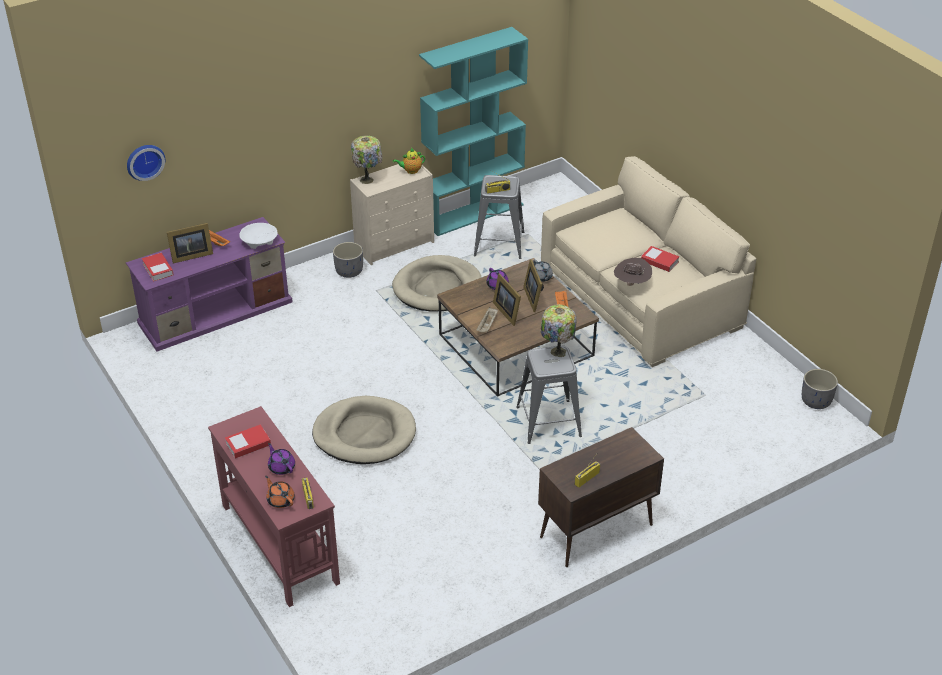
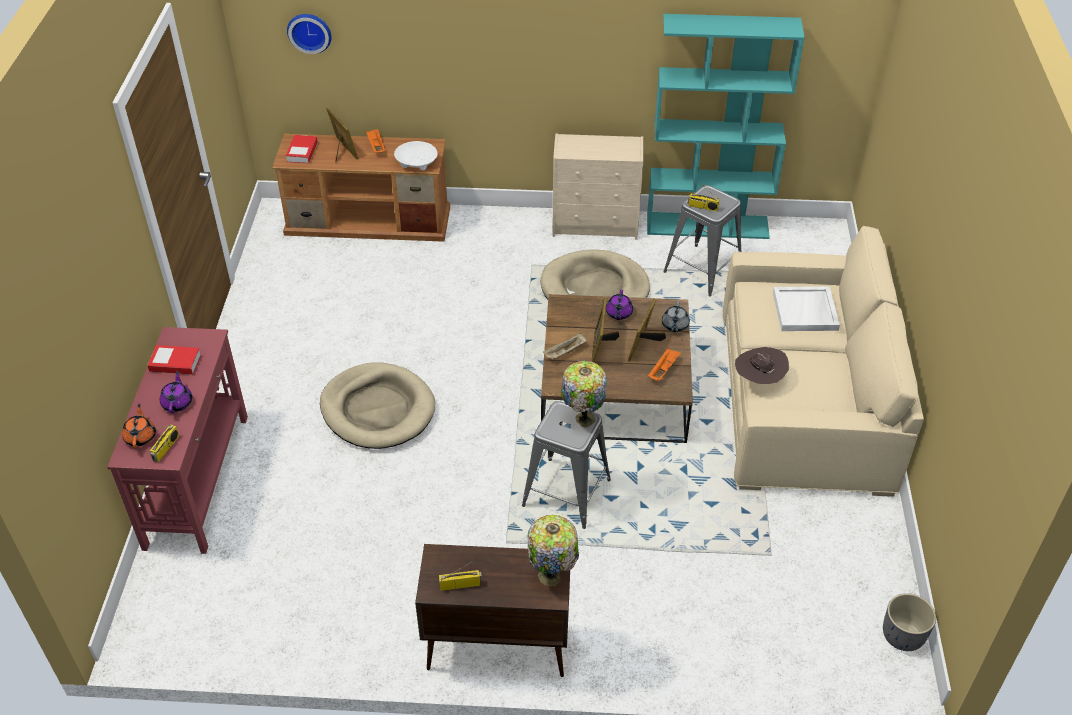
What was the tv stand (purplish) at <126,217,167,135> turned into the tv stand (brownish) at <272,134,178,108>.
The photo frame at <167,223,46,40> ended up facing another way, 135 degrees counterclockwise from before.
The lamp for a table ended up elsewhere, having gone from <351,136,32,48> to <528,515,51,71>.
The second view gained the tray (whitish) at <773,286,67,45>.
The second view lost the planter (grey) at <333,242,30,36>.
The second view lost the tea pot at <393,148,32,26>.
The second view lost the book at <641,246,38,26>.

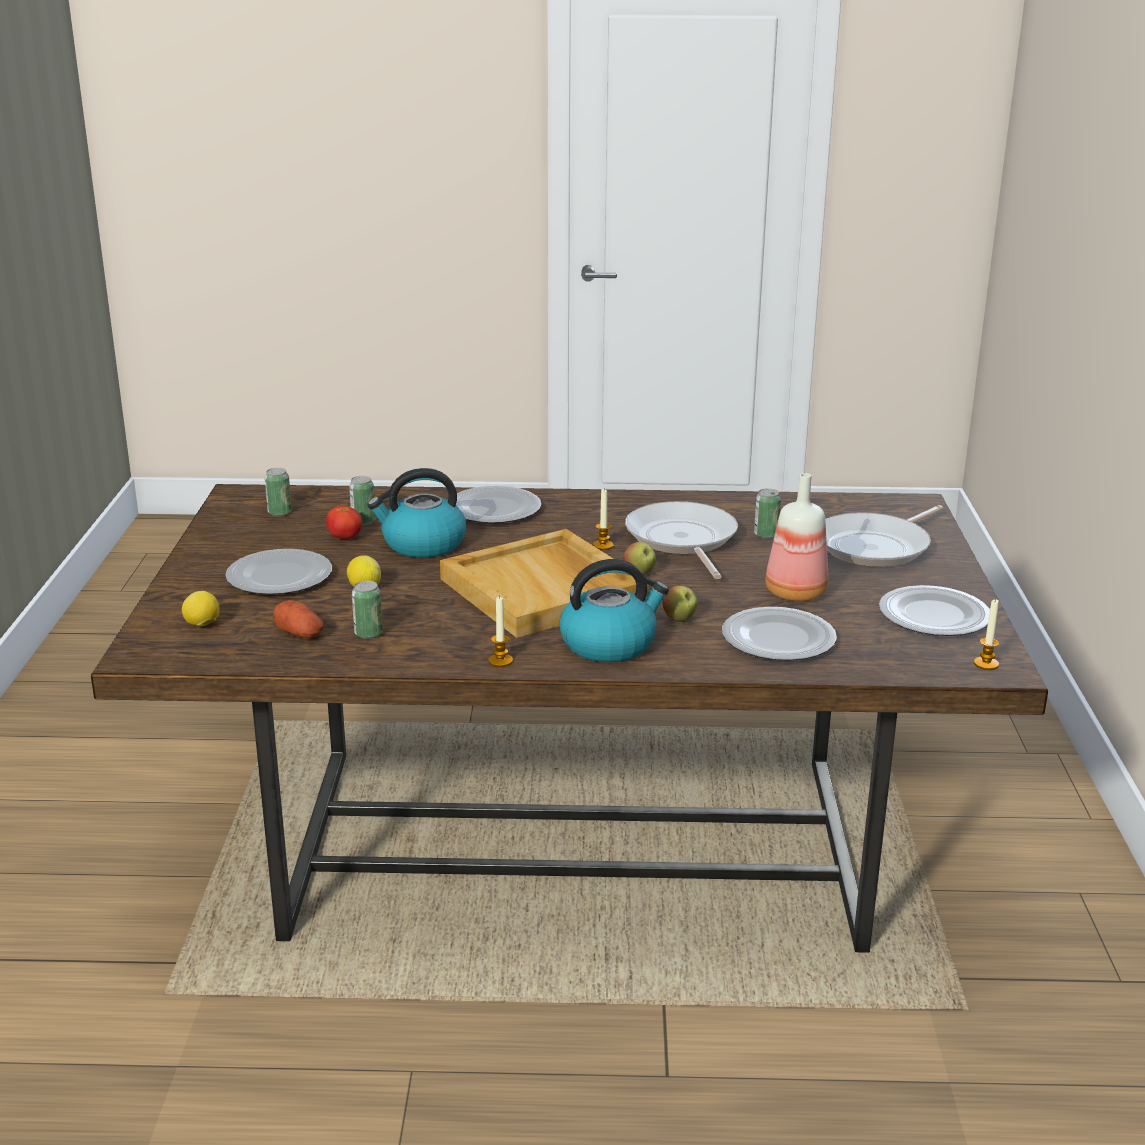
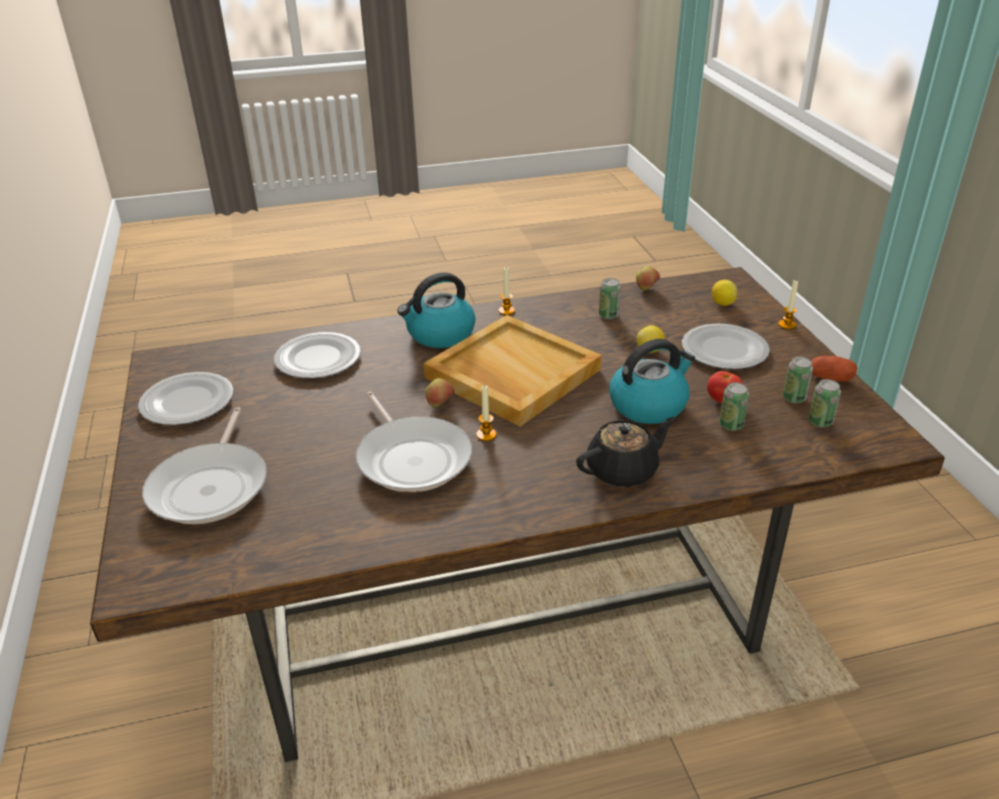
The pan at <825,505,118,62> ended up facing another way, 150 degrees clockwise from before.
Where the plate stood at <456,486,85,37>, the tea pot (blackish) came to stand at <576,417,99,70>.
The apple fruit ended up elsewhere, having gone from <663,586,34,36> to <636,266,24,25>.
The candle ended up elsewhere, having gone from <974,599,25,71> to <778,280,20,49>.
The metal can ended up elsewhere, having gone from <754,488,27,51> to <783,357,30,46>.
The potato ended up elsewhere, having gone from <273,600,51,38> to <811,356,47,26>.
The second view lost the beverage bottle at <765,473,63,129>.

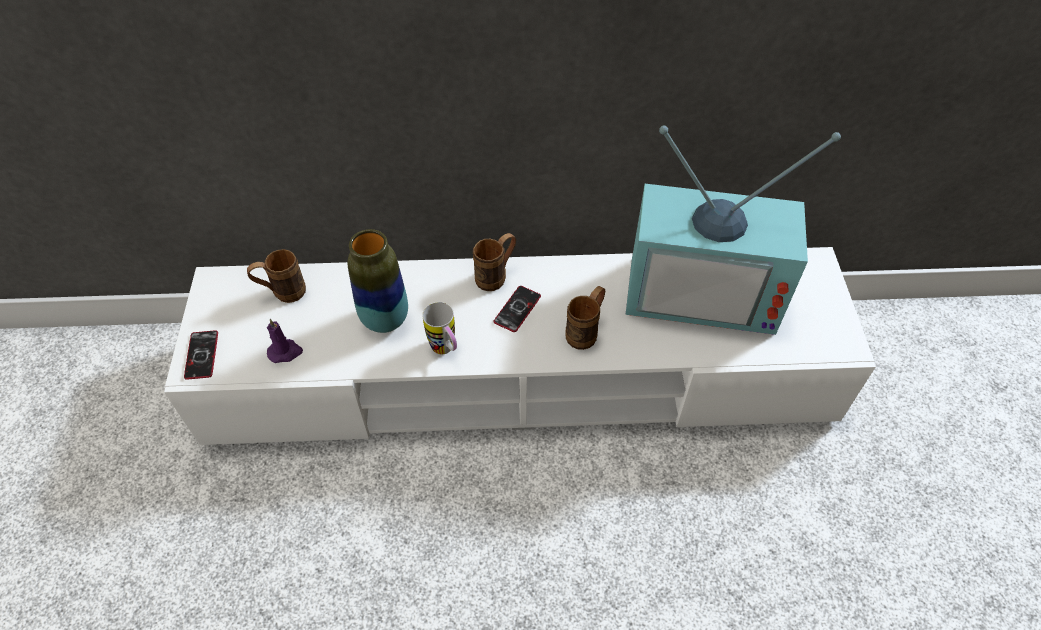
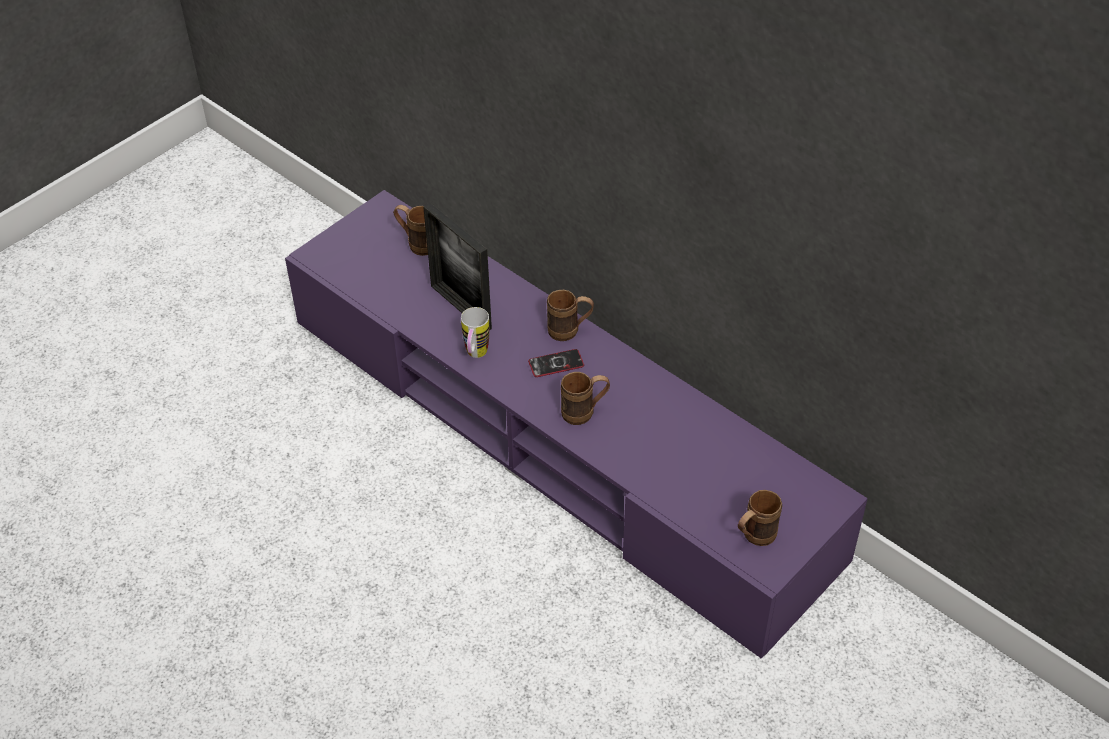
What was the tv stand (whitish) at <164,247,712,198> turned into the tv stand (purplish) at <285,190,583,468>.
Where the decorative vase stood at <347,229,61,104>, the photo frame came to stand at <423,203,69,127>.
The second view gained the tea mug (brownish) at <738,490,44,56>.
The second view lost the handset at <184,330,34,50>.
The second view lost the candle (purplish) at <267,319,36,44>.
The second view lost the TV set at <626,126,215,209>.

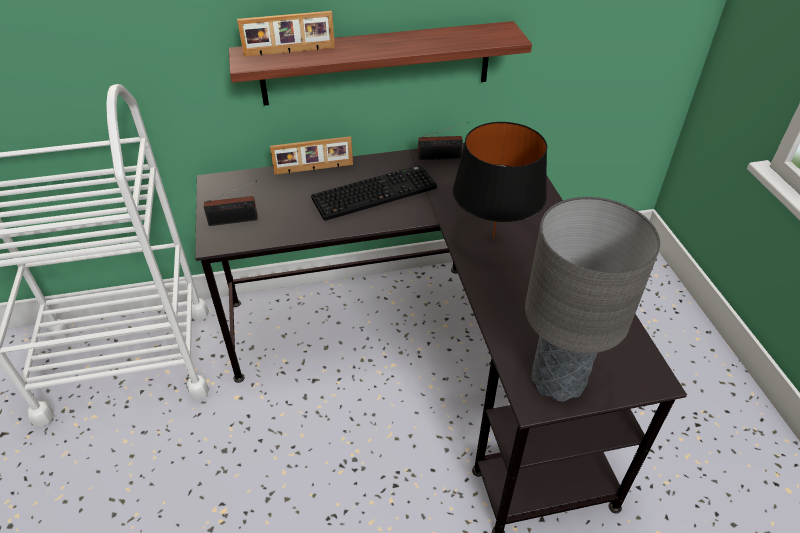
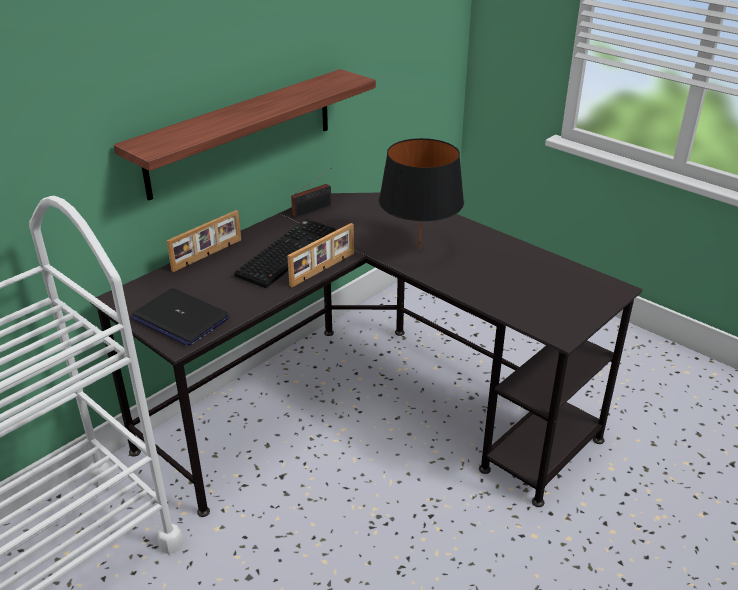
Where the radio stood at <204,181,54,45>, the notebook computer came to stand at <131,288,99,58>.
The photo frame ended up elsewhere, having gone from <237,11,98,46> to <287,223,67,64>.
The second view lost the lamp for a table (grey) at <525,197,135,205>.

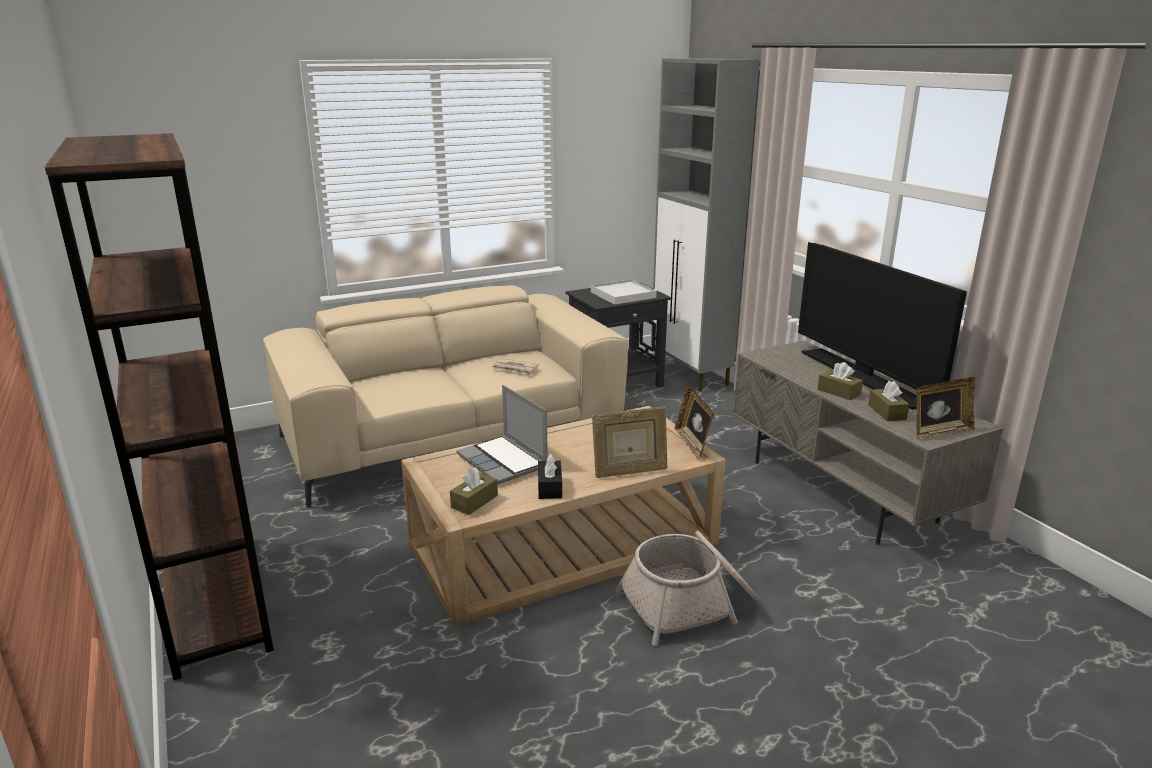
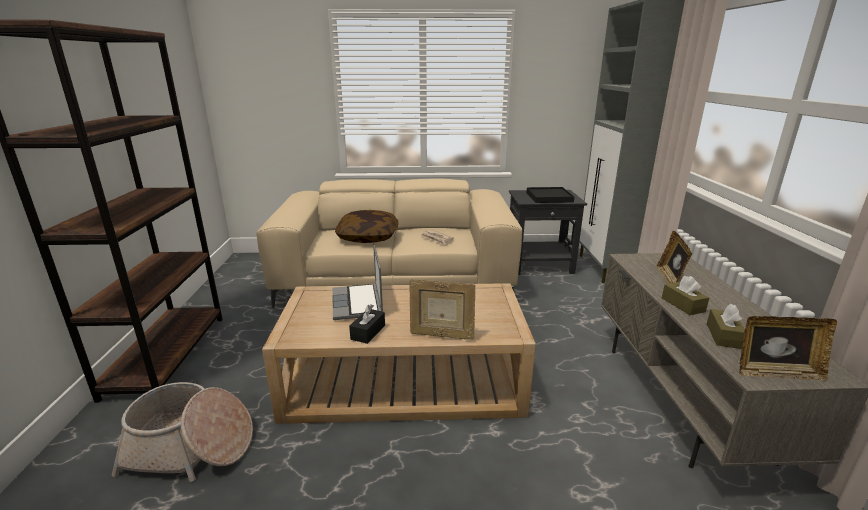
The basket ended up elsewhere, having gone from <615,531,143,115> to <112,382,141,100>.
The second view gained the throw pillow at <335,210,64,33>.
What was the tray (whitish) at <591,279,66,26> turned into the tray (blackish) at <526,187,48,16>.
The photo frame ended up elsewhere, having gone from <675,386,39,73> to <657,231,35,53>.
The second view lost the box of tissues (brownish) at <450,467,48,48>.
The second view lost the TV set at <798,242,169,168>.

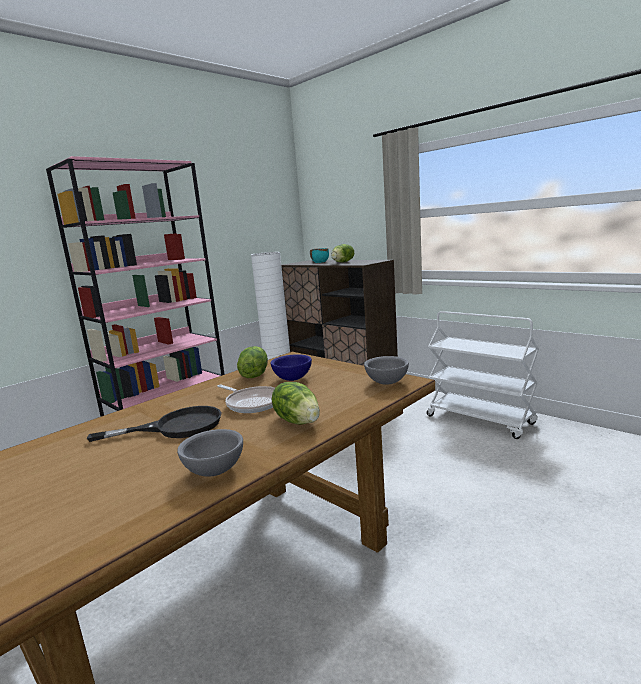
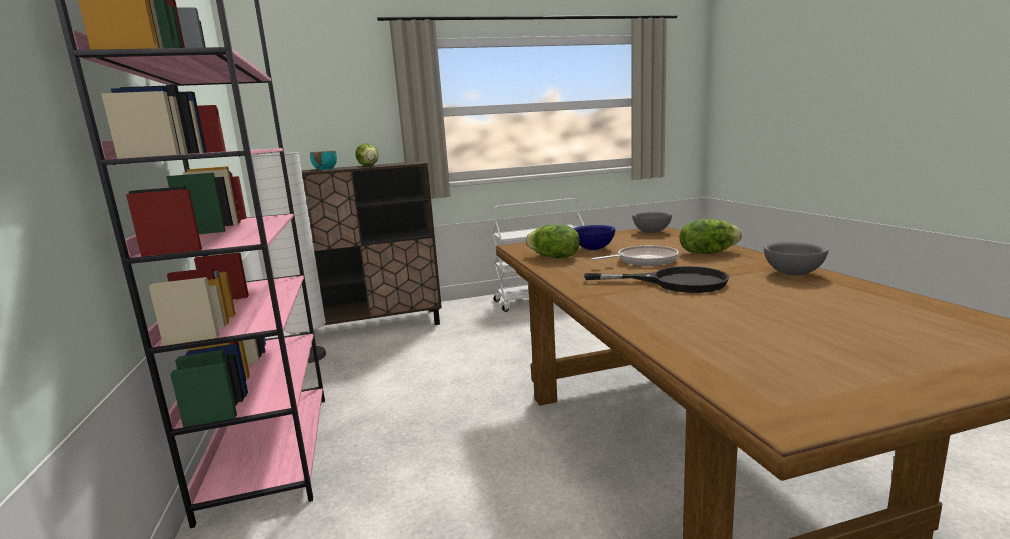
The pan (blackish) at <87,406,134,36> ended up facing another way, 90 degrees clockwise from before.

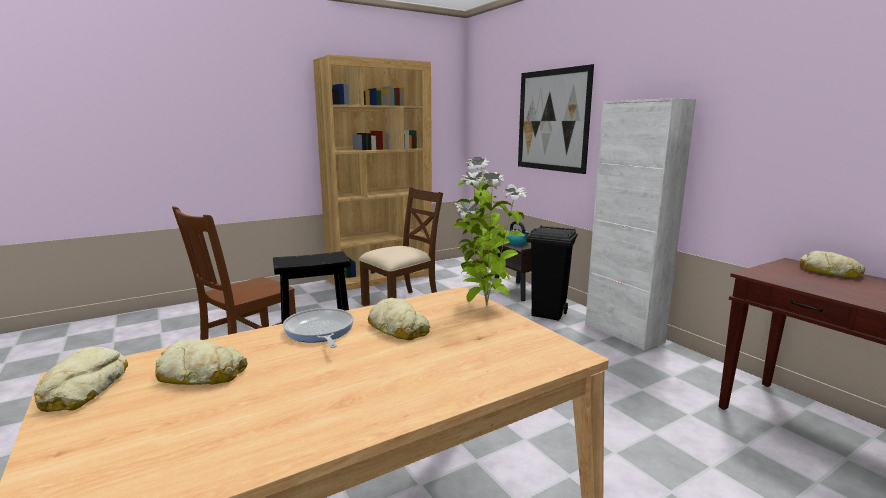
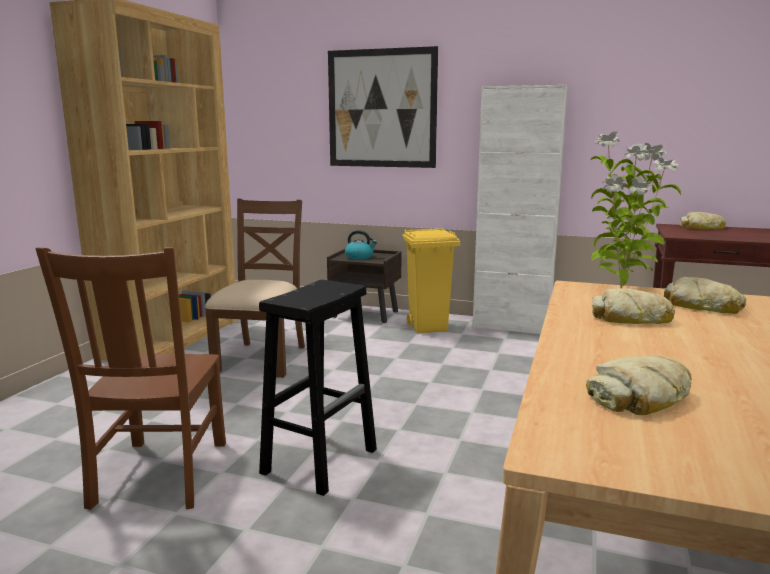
What was the rubbish bin (blackish) at <526,225,52,96> turned into the rubbish bin (yellow-coloured) at <402,228,58,105>.
The bakery bread ended up elsewhere, having gone from <34,346,94,66> to <664,277,82,37>.
The second view lost the pan at <283,308,71,40>.

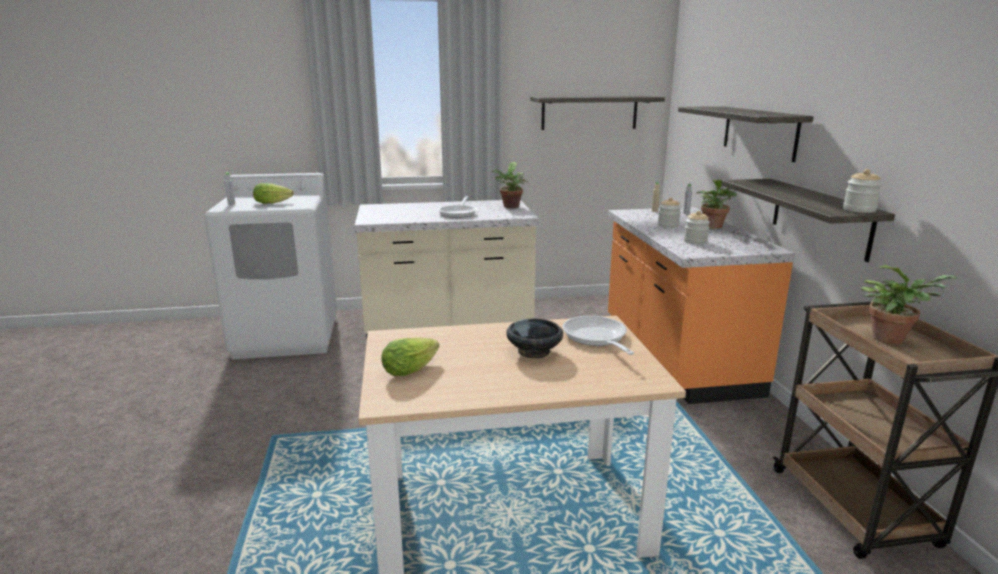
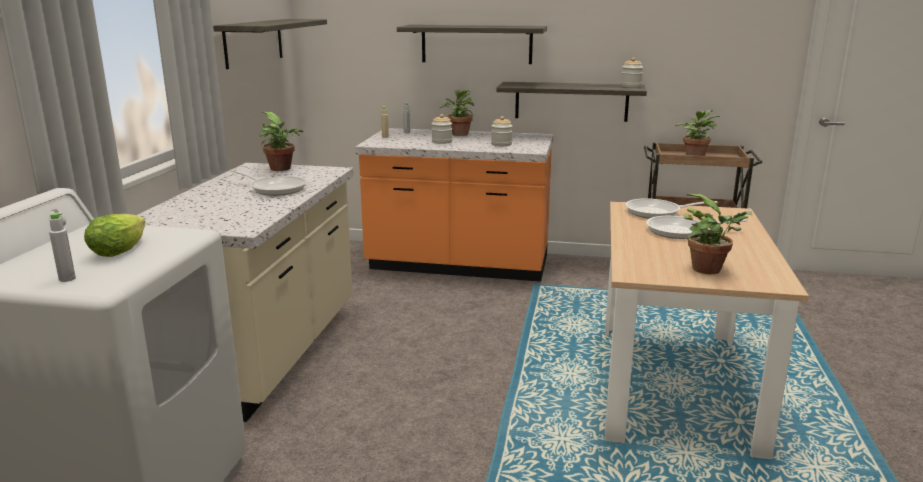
Where the bowl (blackish) stood at <506,318,57,40>, the pan came to stand at <646,216,101,23>.
Where the lettuce head stood at <381,338,58,38>, the plant in a pot came to stand at <683,193,69,81>.

